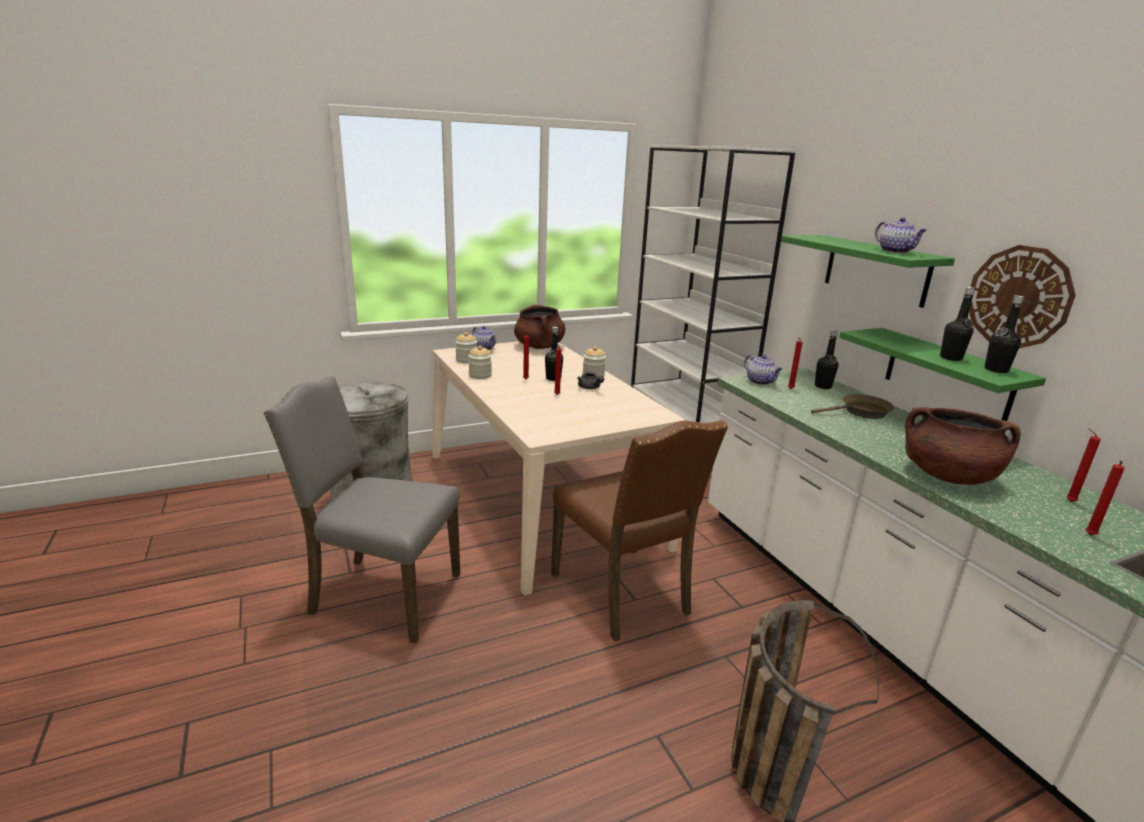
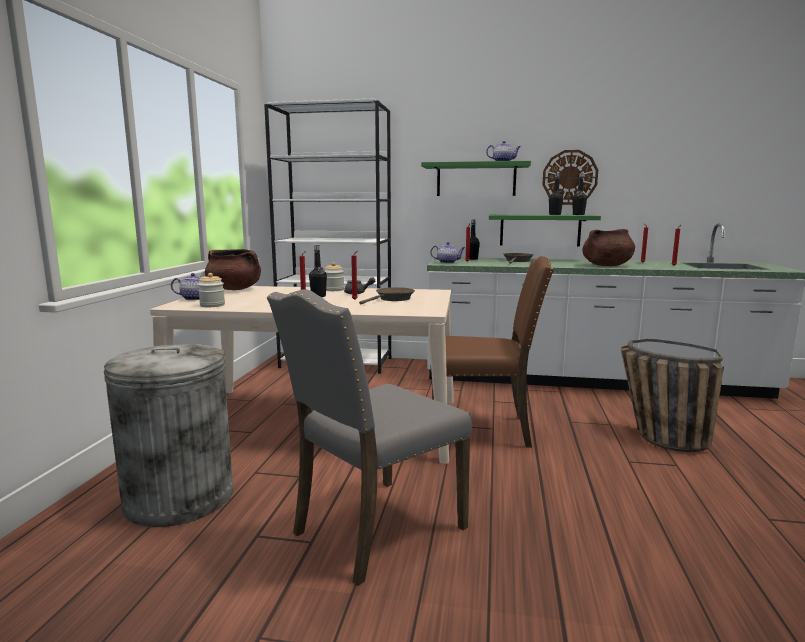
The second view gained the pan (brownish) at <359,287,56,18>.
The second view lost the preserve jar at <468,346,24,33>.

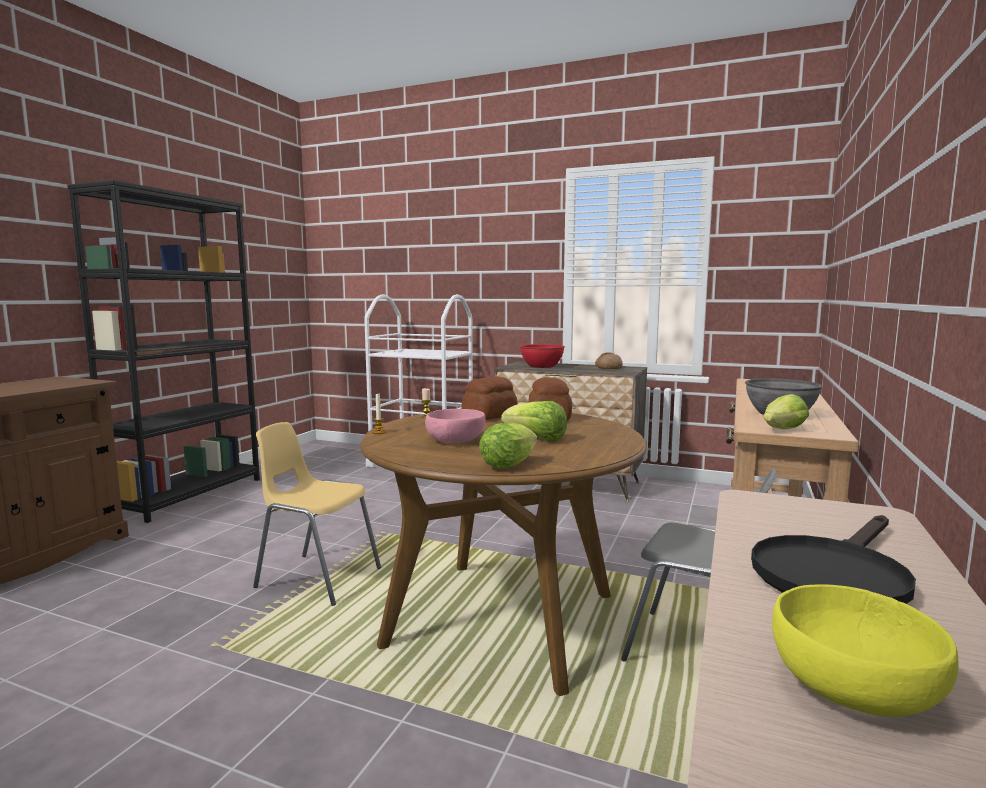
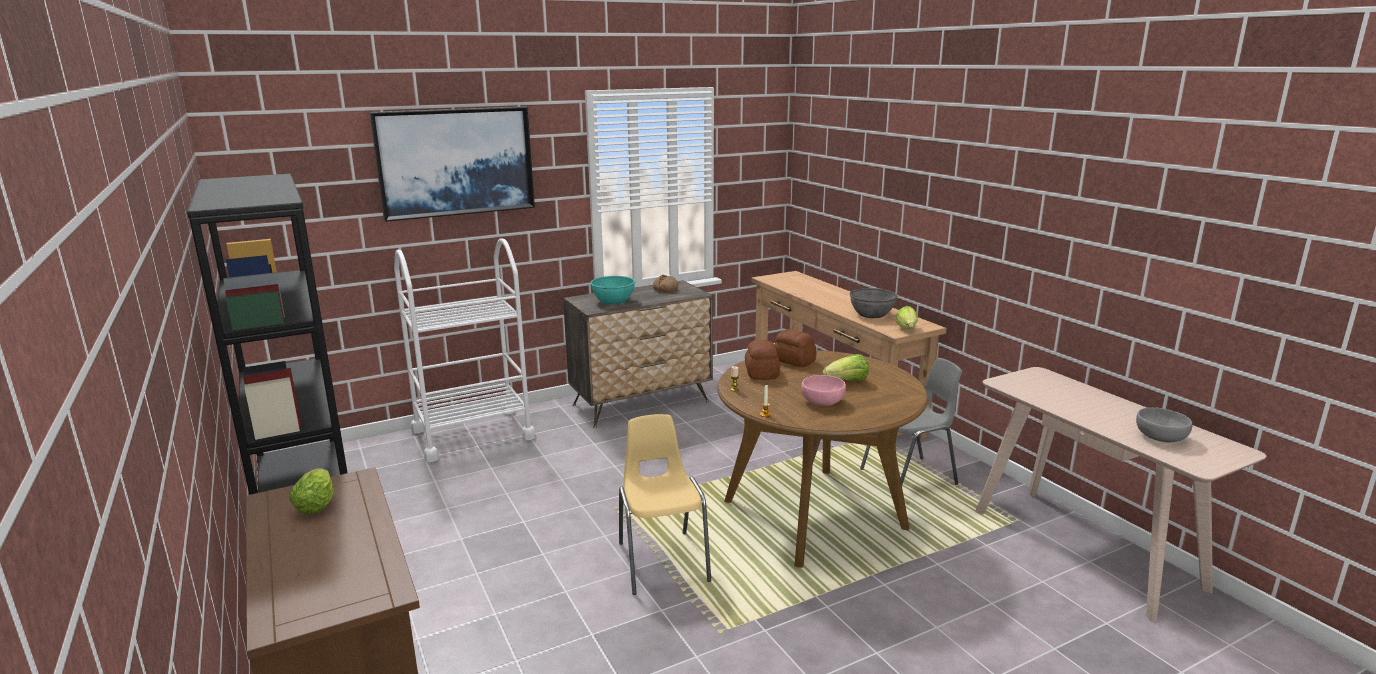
The lettuce head ended up elsewhere, having gone from <479,422,58,46> to <290,468,44,46>.
The second view gained the wall art at <369,107,166,115>.
What was the bowl (reddish) at <520,344,45,24> turned into the bowl (turquoise-coloured) at <590,276,46,29>.
The chair (yellow-coloured) at <253,422,128,184> ended up facing another way, 105 degrees clockwise from before.
What was the bowl (yellow-coloured) at <772,584,187,133> turned into the bowl (grey) at <1136,407,56,35>.
The second view lost the pan (blackish) at <751,515,165,89>.

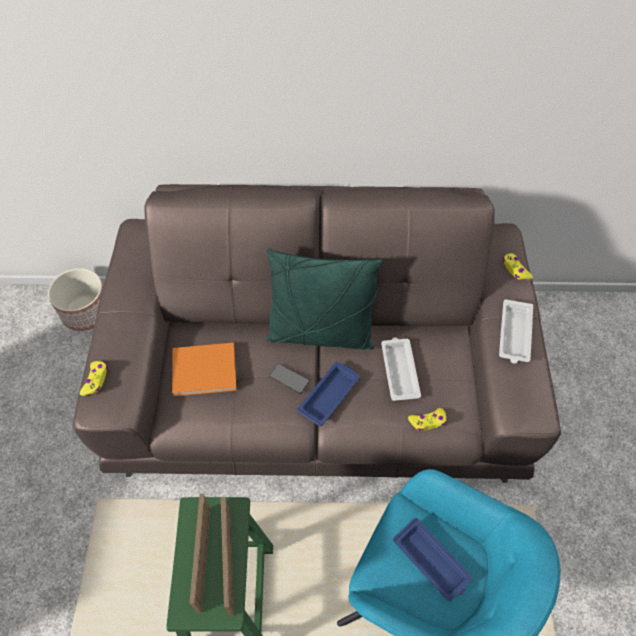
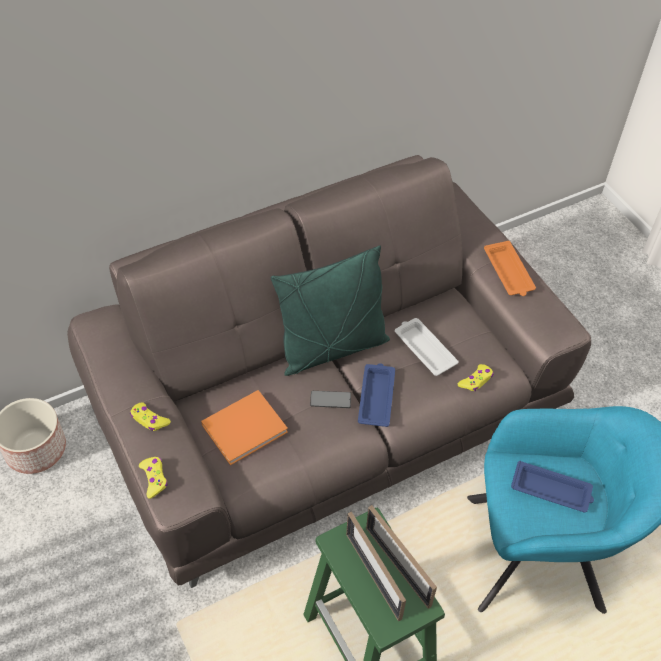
The game controller (yellow-coloured) ended up elsewhere, having gone from <503,253,30,27> to <130,402,41,29>.
What was the tray (whitish) at <499,299,34,65> turned into the tray (orangey) at <484,241,52,55>.

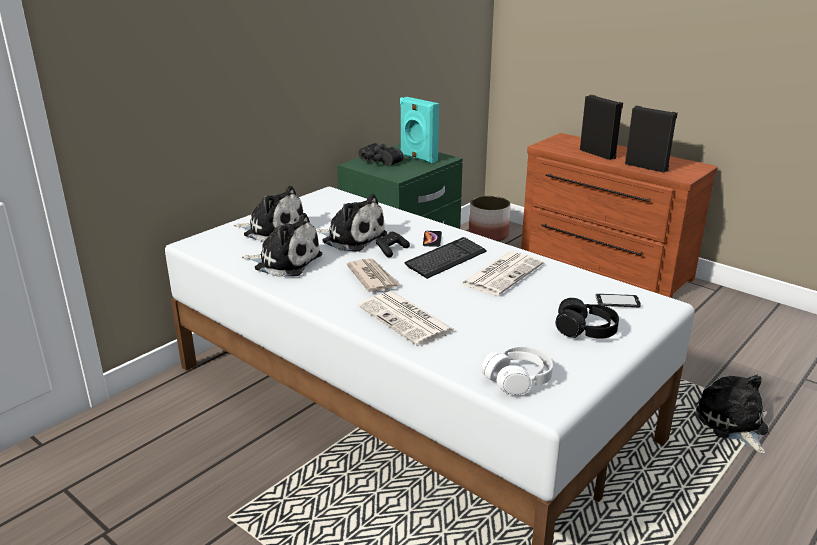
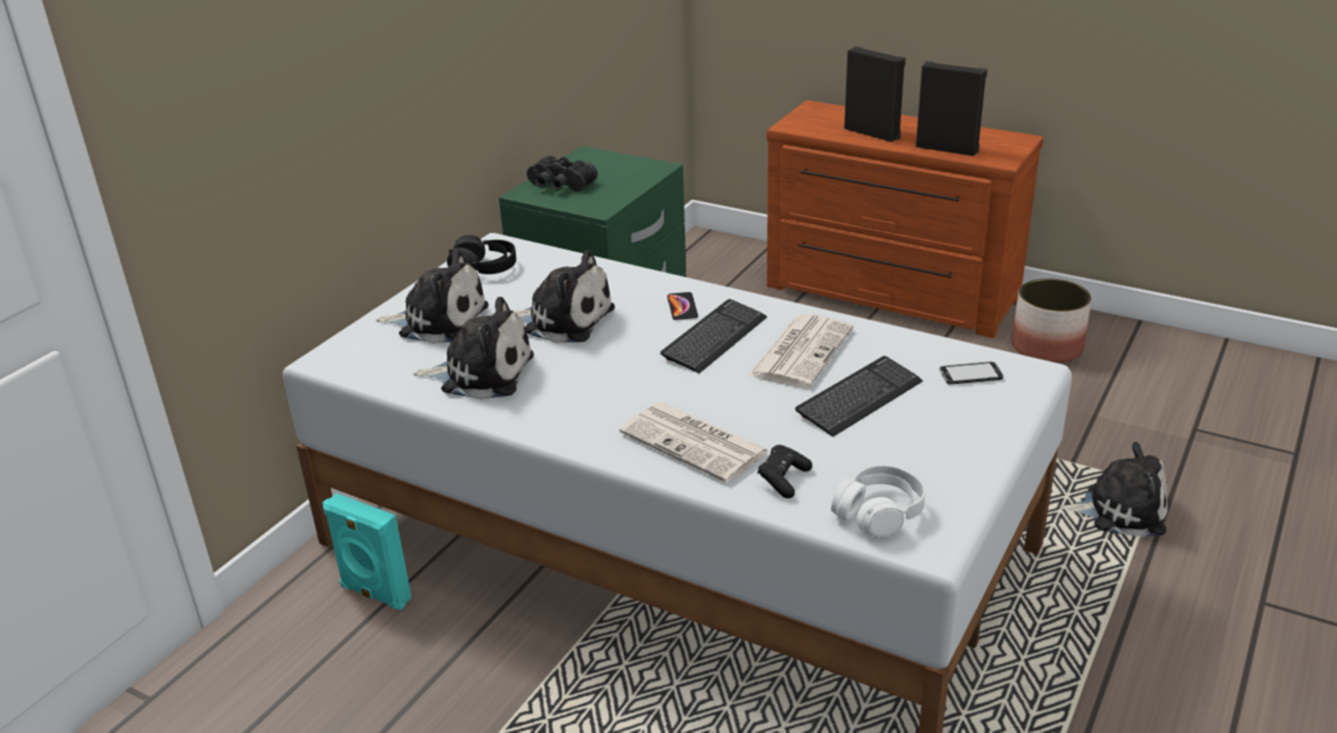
The audio speaker (turquoise-coloured) ended up elsewhere, having gone from <400,97,39,66> to <323,493,88,117>.
The headphones (blackish) ended up elsewhere, having gone from <556,298,63,41> to <447,235,69,39>.
The game controller (blackish) ended up elsewhere, having gone from <376,232,34,25> to <757,445,55,53>.
The second view gained the computer keyboard at <795,356,128,81>.
The planter ended up elsewhere, having gone from <469,196,42,45> to <1012,279,80,84>.
The plush toy at <696,375,72,78> ended up facing another way, 120 degrees clockwise from before.
The second view lost the printed paper at <346,259,55,33>.

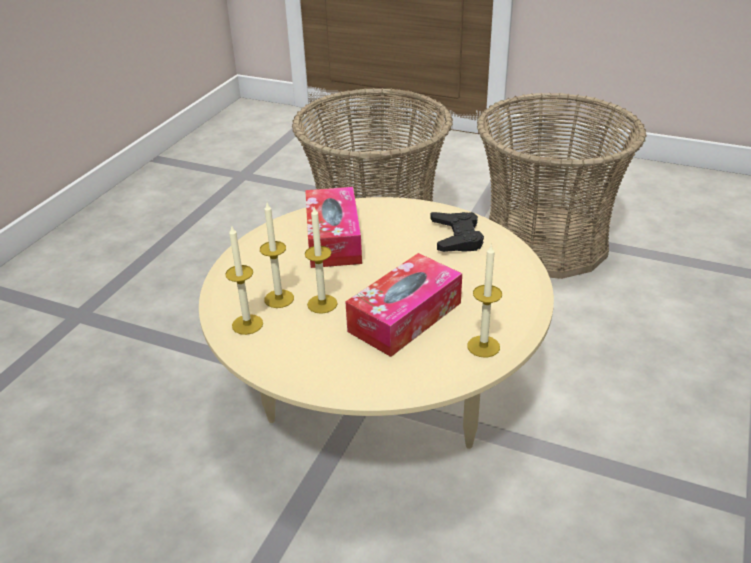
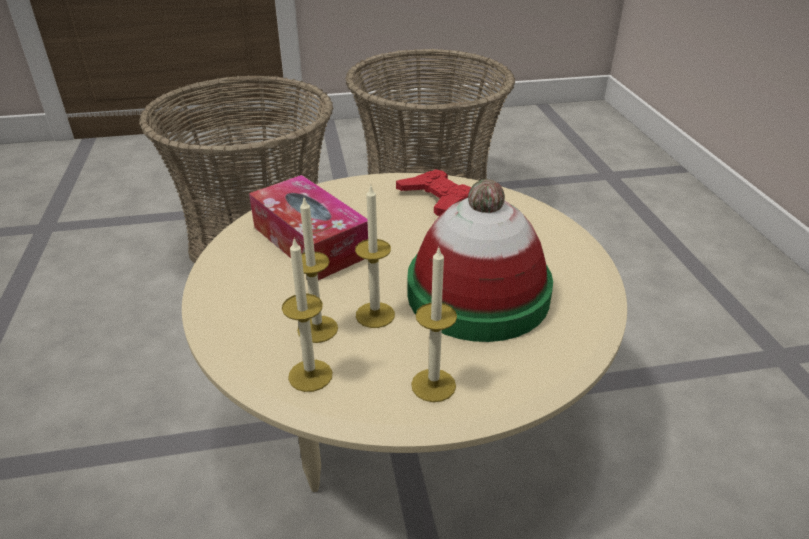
What was the game controller (blackish) at <431,212,53,40> turned into the game controller (reddish) at <396,169,75,47>.
Where the box of tissues stood at <345,253,117,104>, the wearable hat came to stand at <407,179,146,163>.
The candle ended up elsewhere, having gone from <467,245,35,112> to <411,248,46,154>.

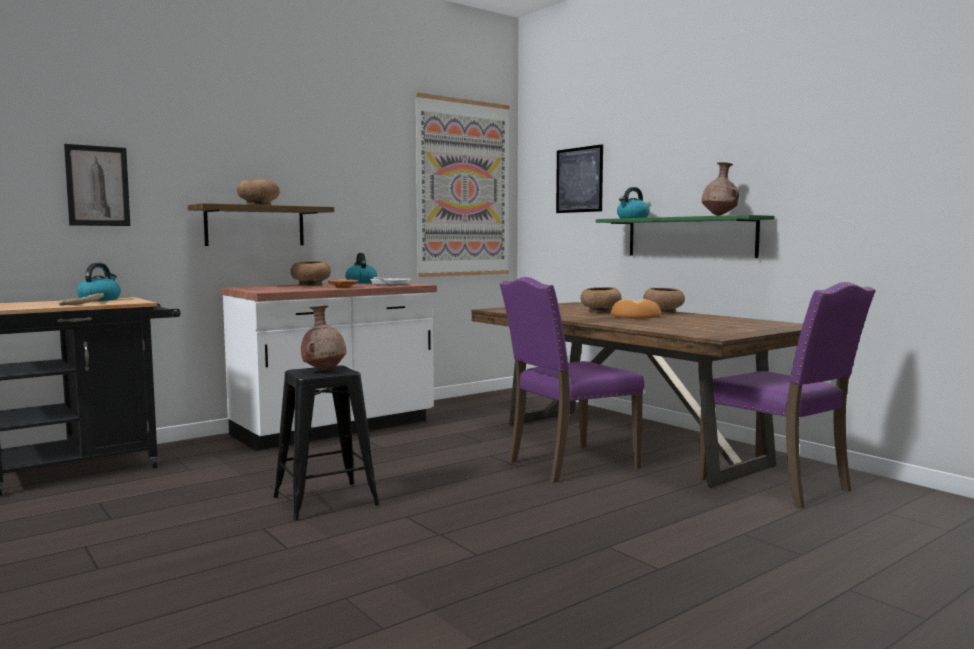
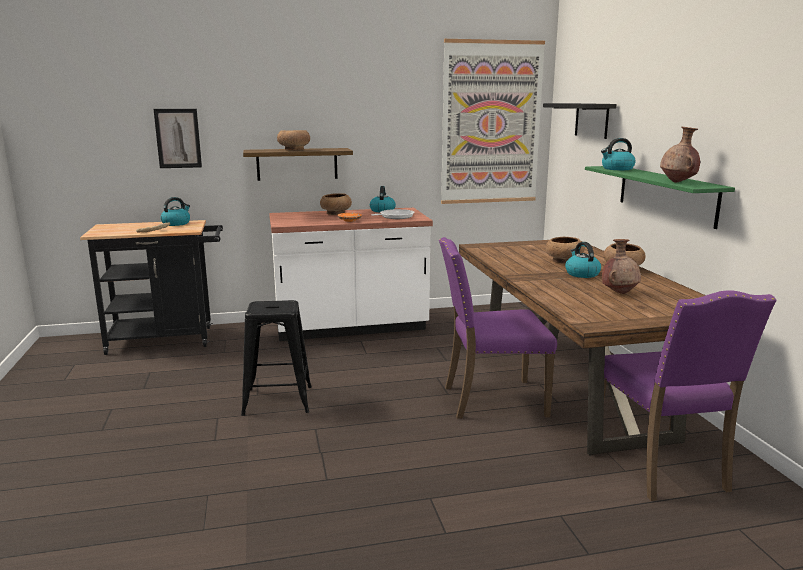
Where the wall art hung at <556,144,47,69>, the bracket shelf (blackish) came to hang at <543,103,74,36>.
Where the bakery bread stood at <611,299,50,19>, the kettle came to stand at <565,242,36,36>.
The decorative vase (brownish) ended up elsewhere, having gone from <301,305,45,66> to <602,239,39,55>.

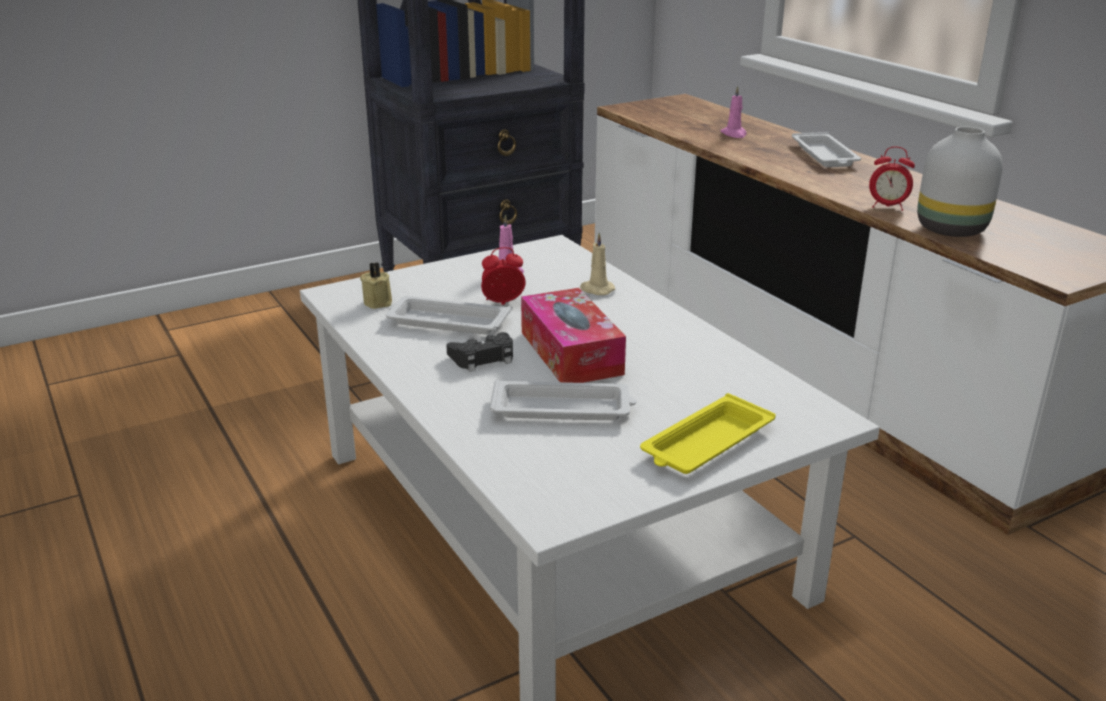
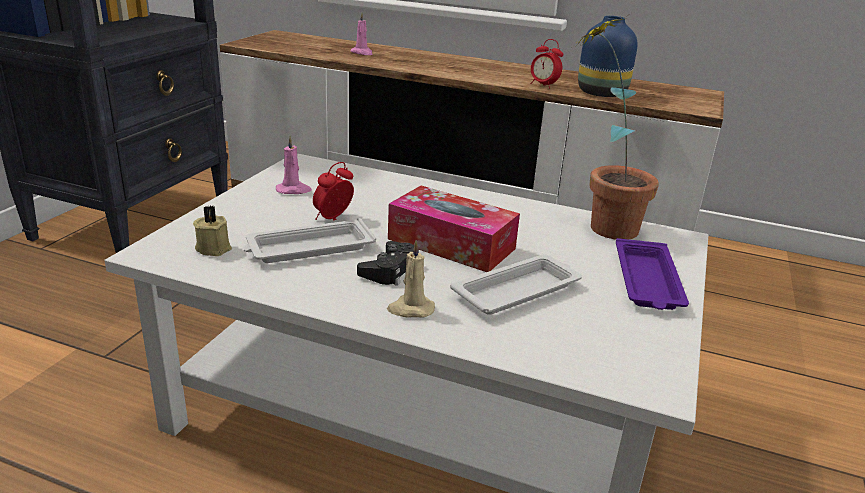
The candle (beige-coloured) ended up elsewhere, having gone from <580,233,35,62> to <387,241,48,77>.
The alarm clock at <869,147,46,64> ended up facing another way, 60 degrees clockwise from before.
The second view gained the plant in a pot at <571,15,88,224>.
What was the decorative vase (whitish) at <917,127,86,110> turned into the decorative vase (bluish) at <578,16,59,81>.
What was the tray (yellow-coloured) at <640,393,136,81> turned into the tray (purplish) at <616,238,73,72>.
The second view lost the tray (whitish) at <792,132,69,35>.

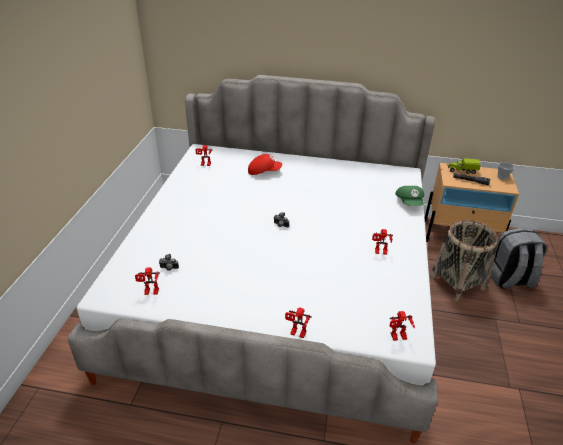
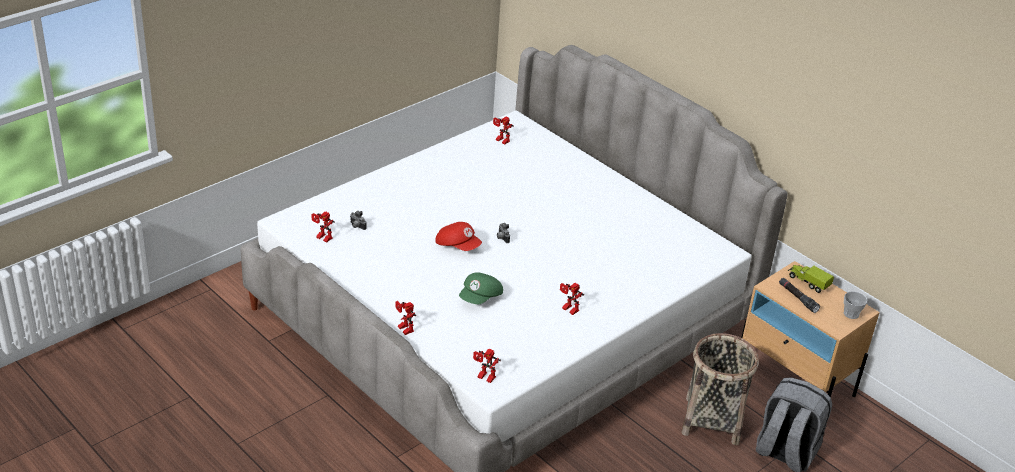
The cap (reddish) ended up elsewhere, having gone from <248,154,34,21> to <435,222,47,29>.
The cap (greenish) ended up elsewhere, having gone from <395,186,29,20> to <459,272,44,32>.

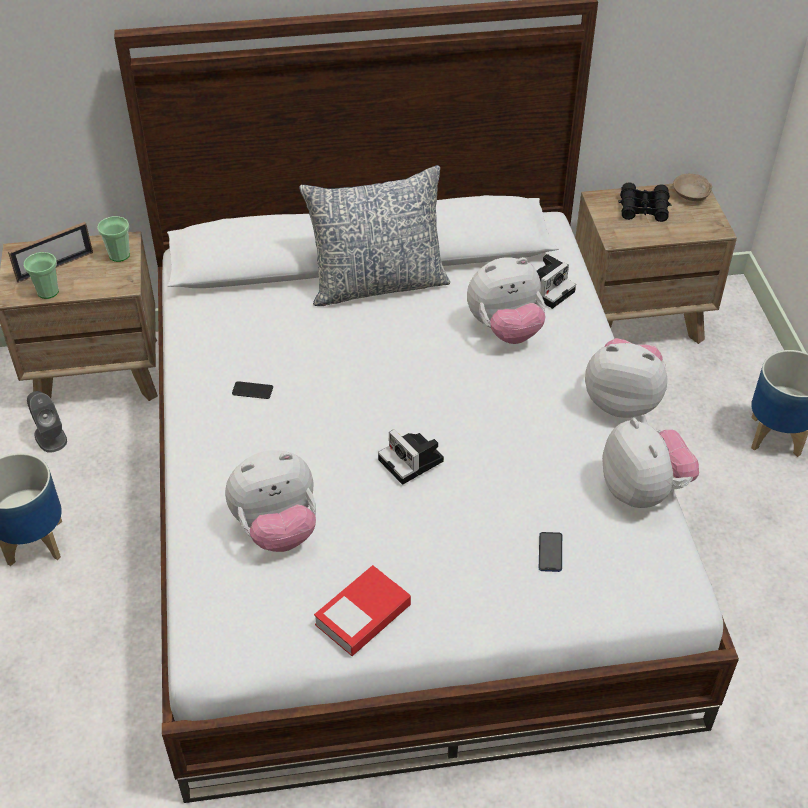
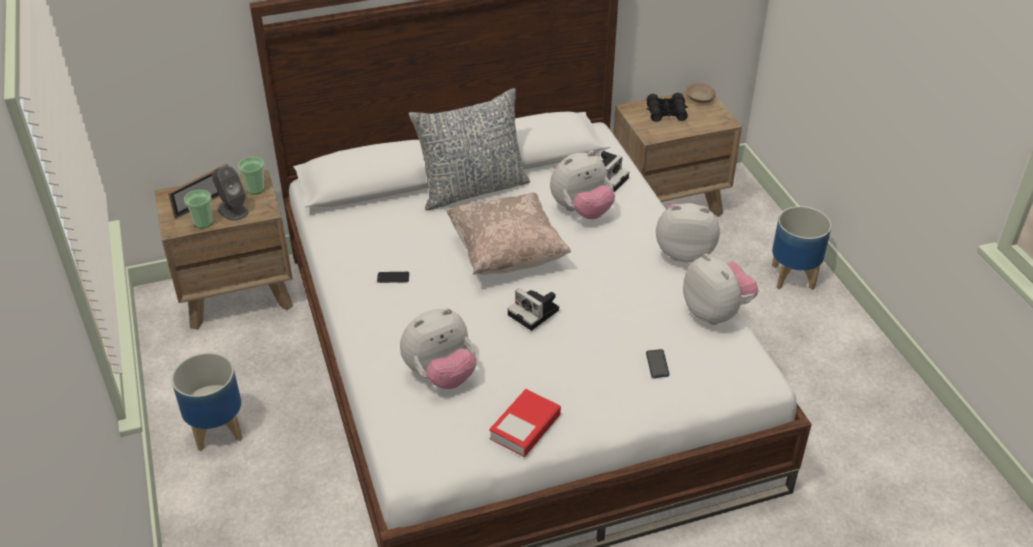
The audio speaker (grey) ended up elsewhere, having gone from <27,391,40,62> to <212,166,36,55>.
The second view gained the throw pillow (beige-coloured) at <446,193,125,82>.

